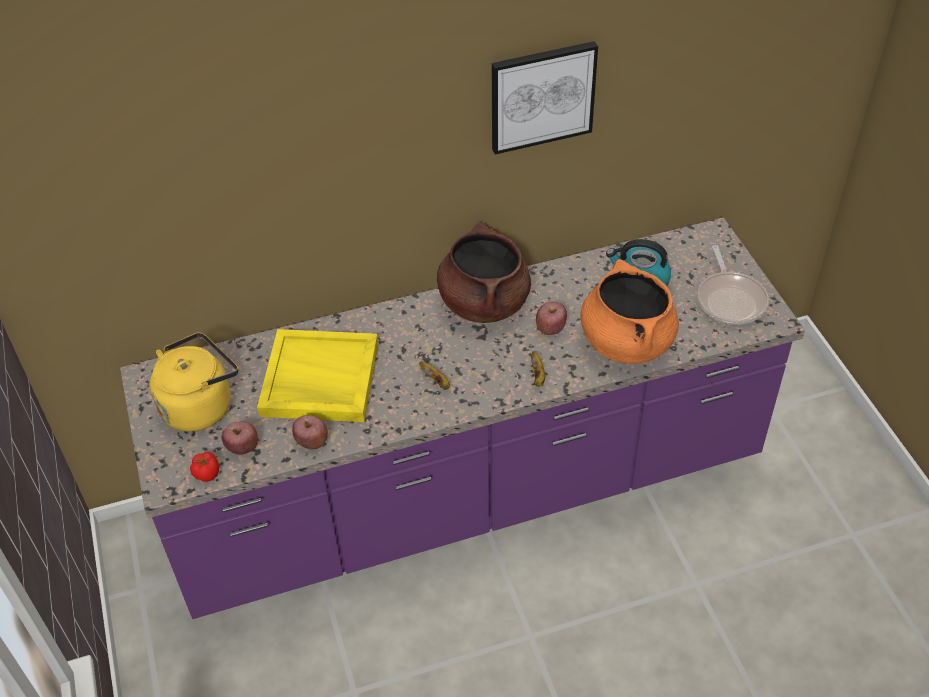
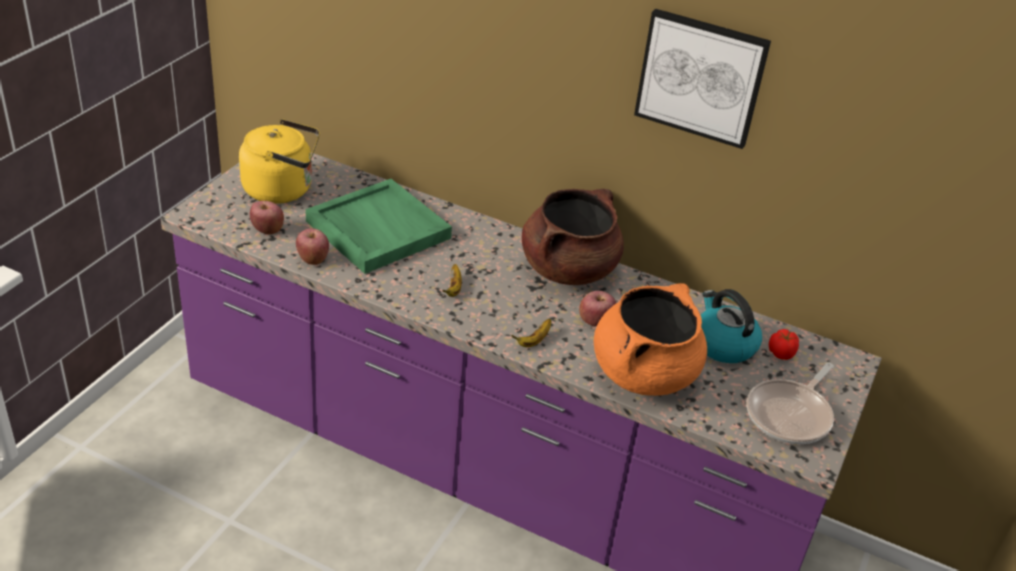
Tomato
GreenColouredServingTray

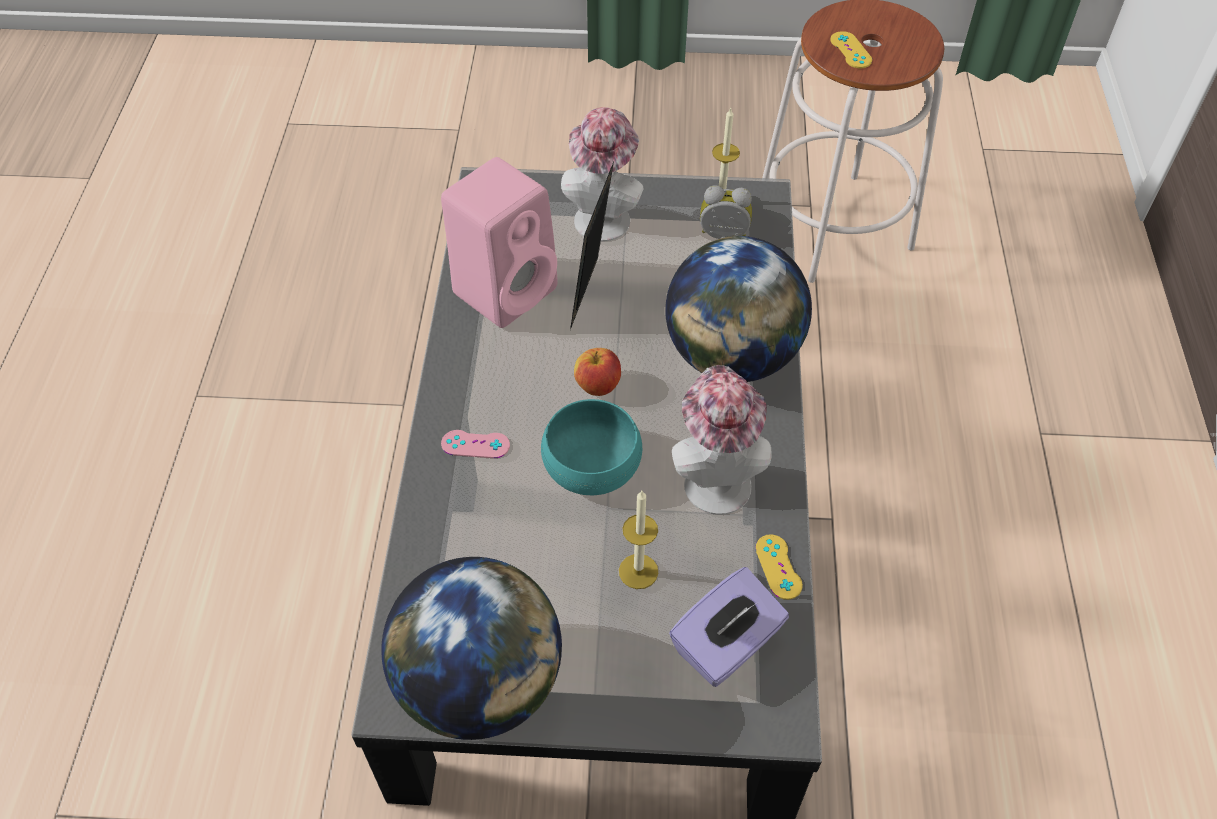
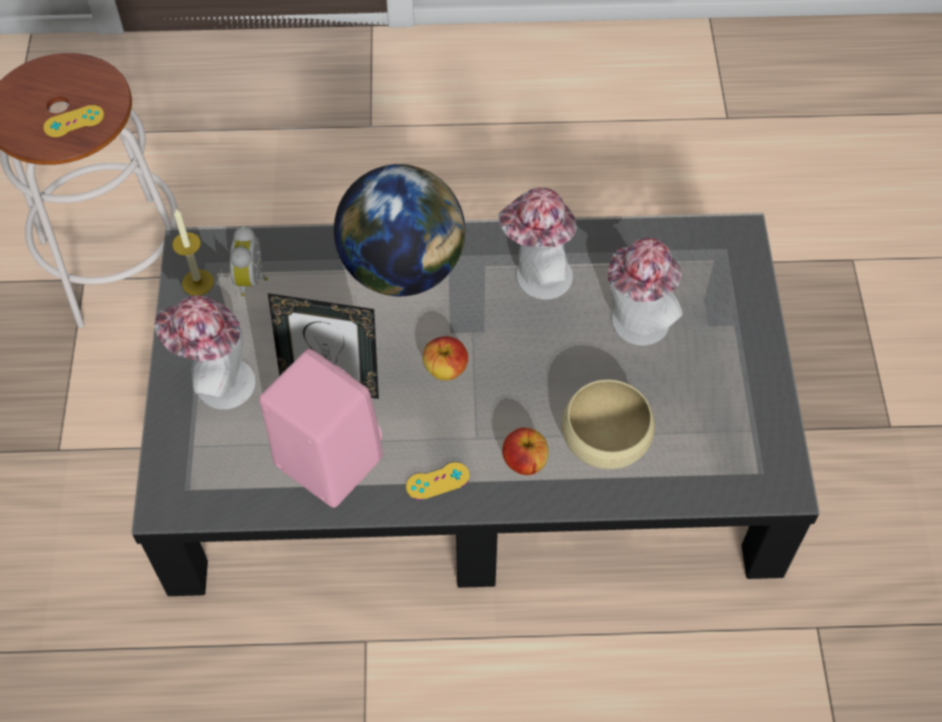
WorldGlobe (1st from left in the first image)
TurquoiseBowl
PurpleTissueBox
SandColouredBowl
YellowColouredGamepad (2nd from left)
Apple (2nd from left)
WearableHat (3rd from left)

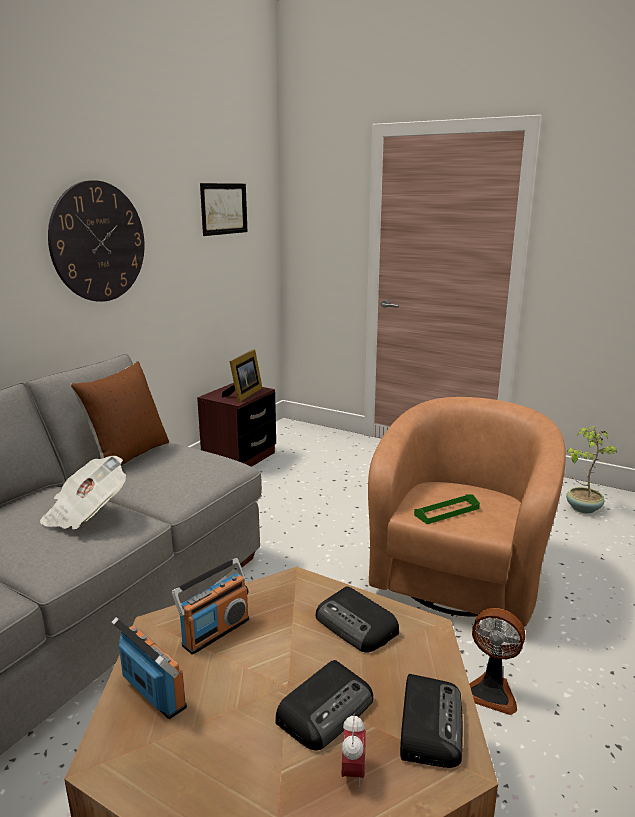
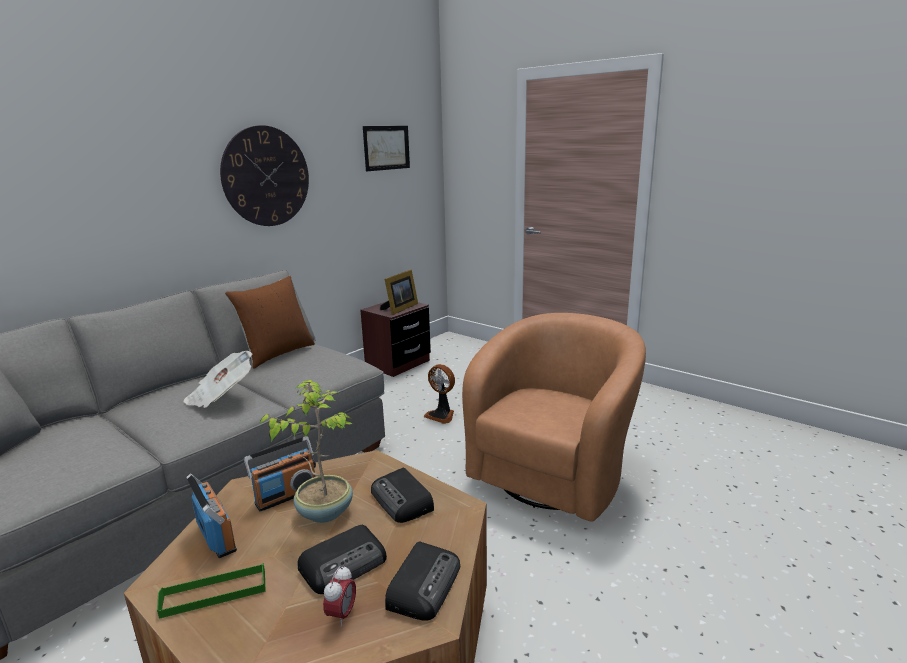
GreenColouredServingTray
Fan
PottedPlant

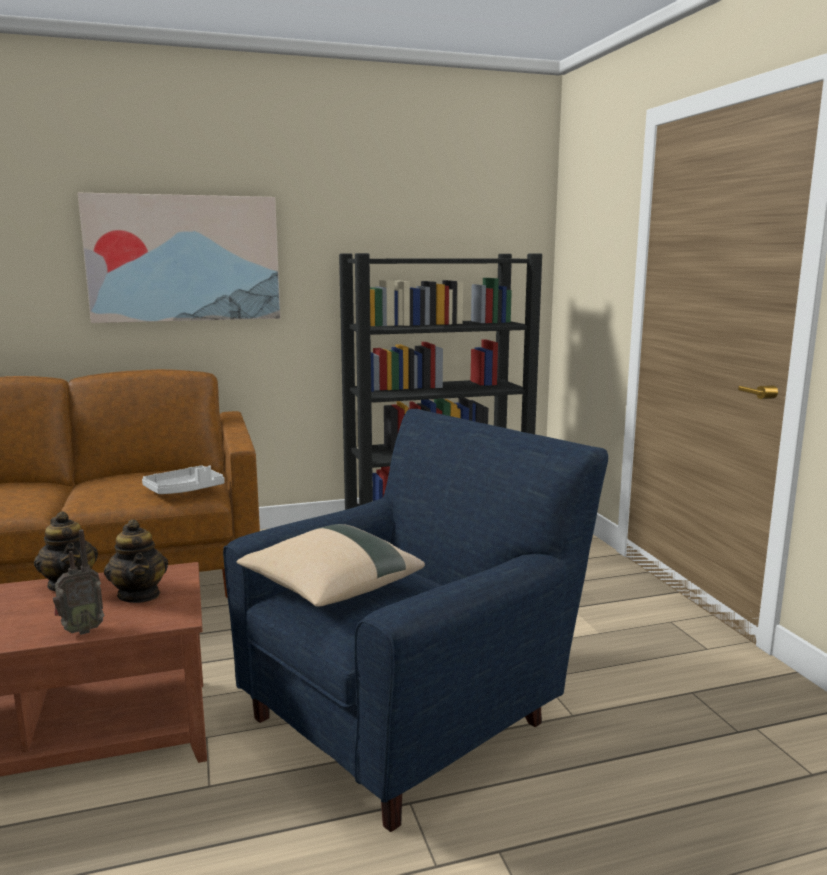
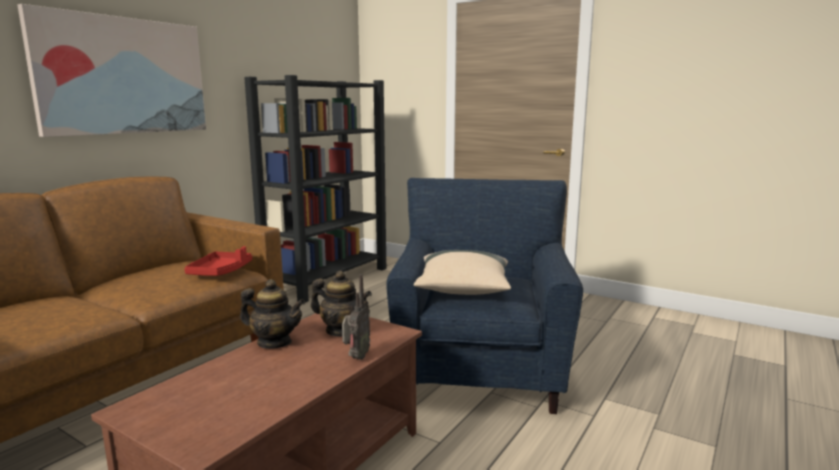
RedColouredServingTray

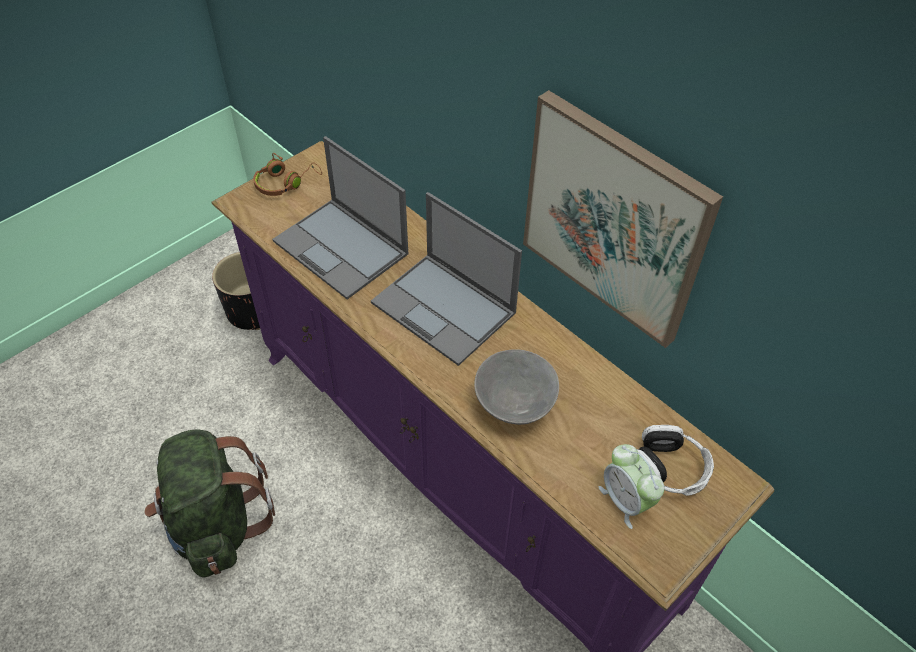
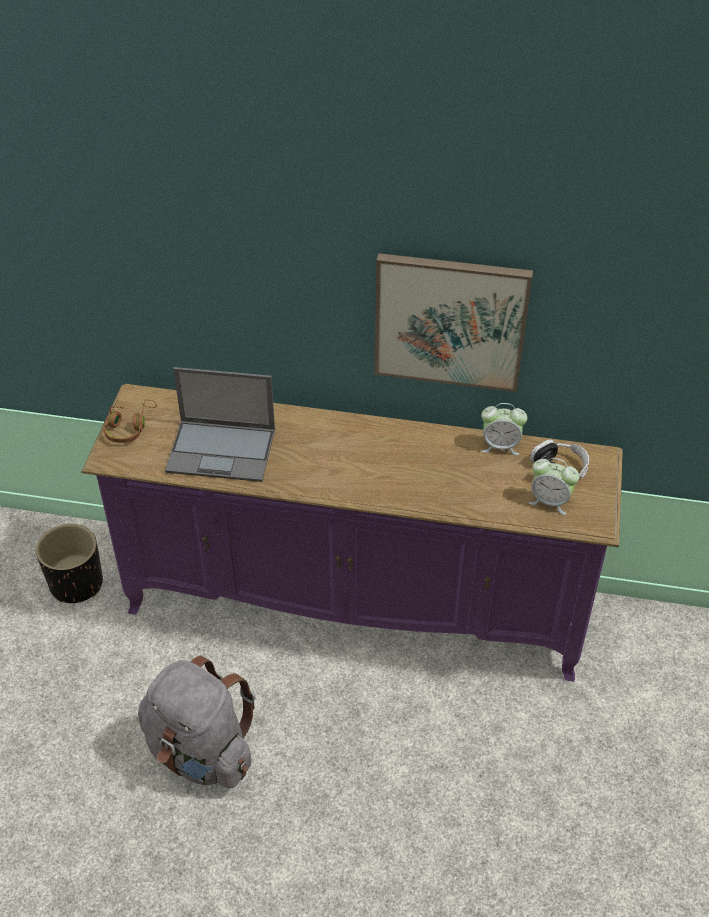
PortableComputer (2nd from left in the first image)
GreyishBowl
TableClock (1st from left)
GreyishKnapsack

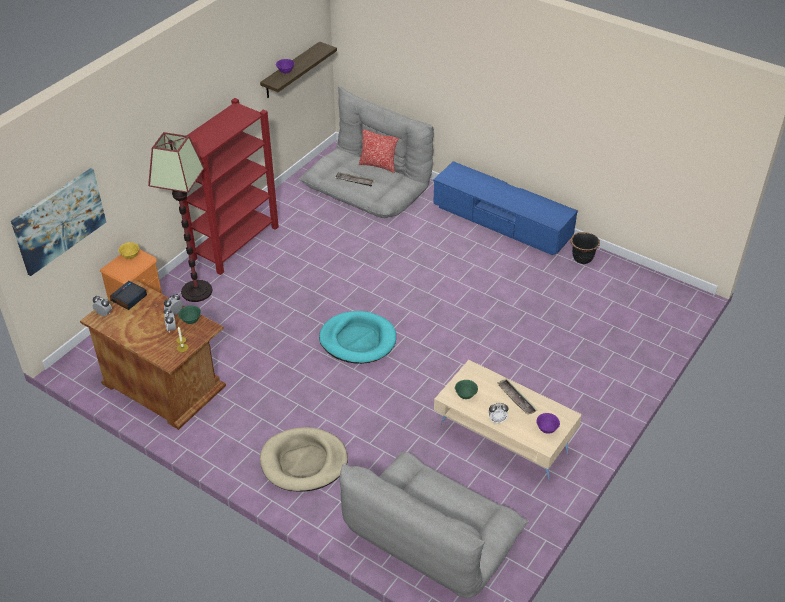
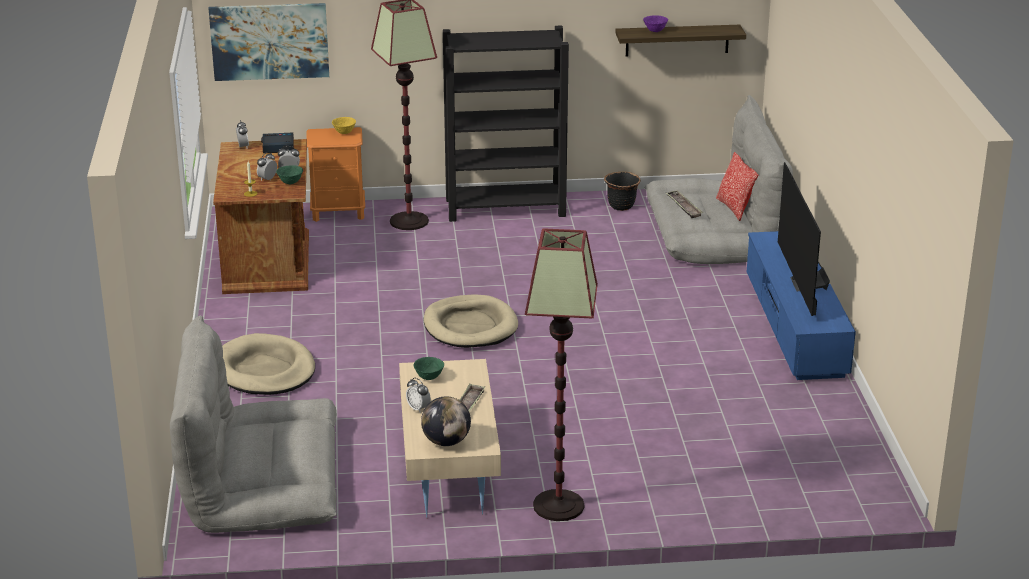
StandingLamp (2nd from left)
Tv
BlackColouredPlanter
WorldGlobe
BlackColouredShelvingUnit
SandColouredPetBed (2nd from left)

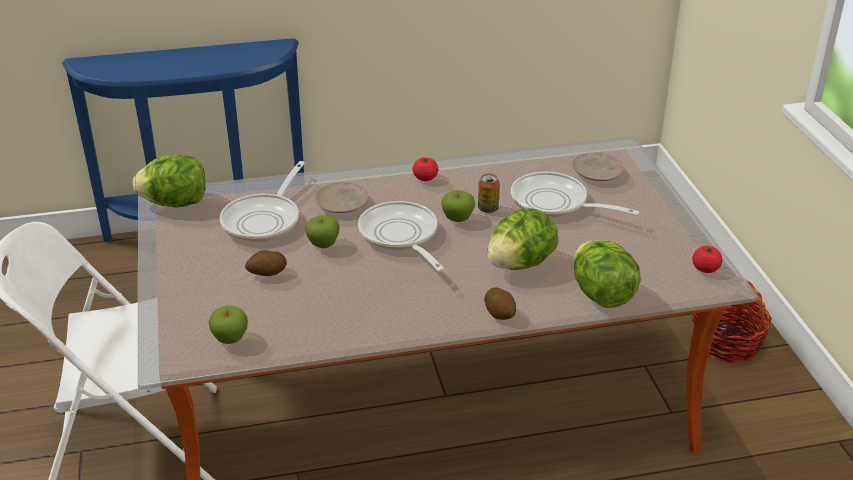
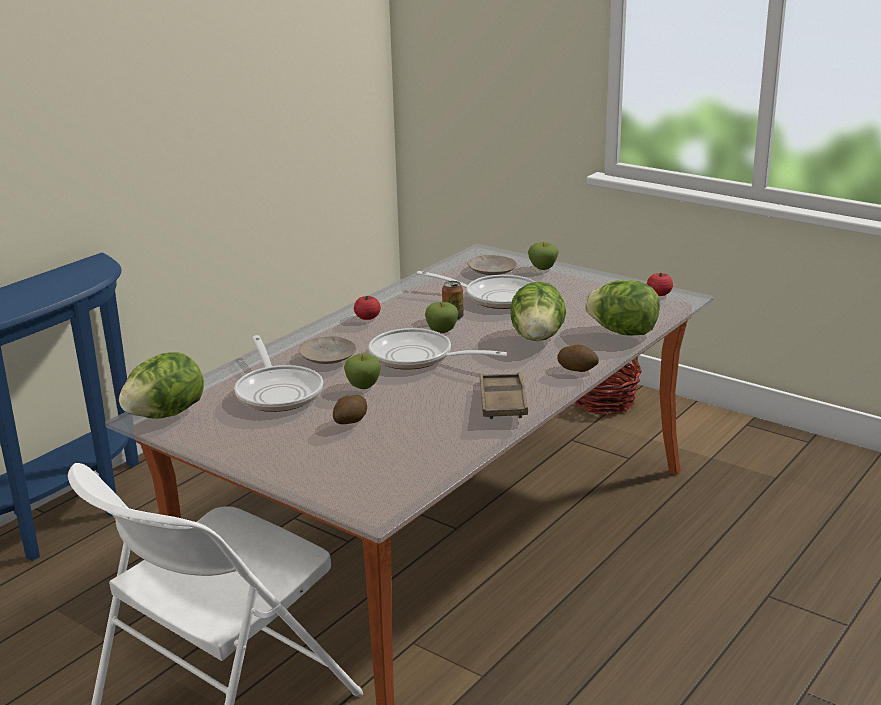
BrownColouredServingTray
Apple (3rd from left)
Skillet (3rd from left)

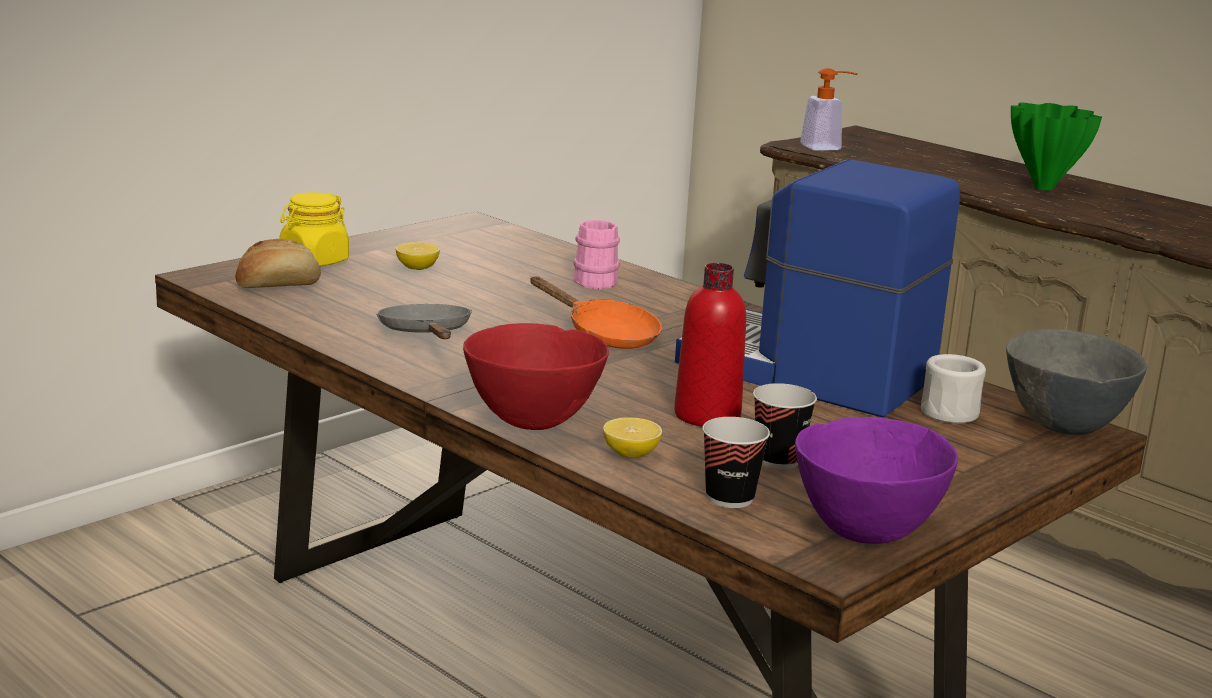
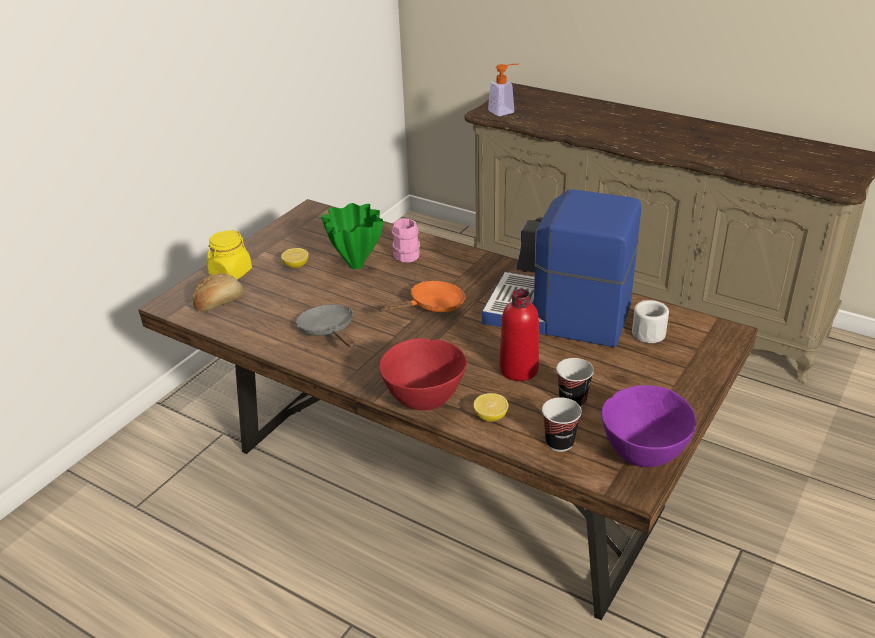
GreyishBowl
GreenColouredVase
OrangeColouredSkillet

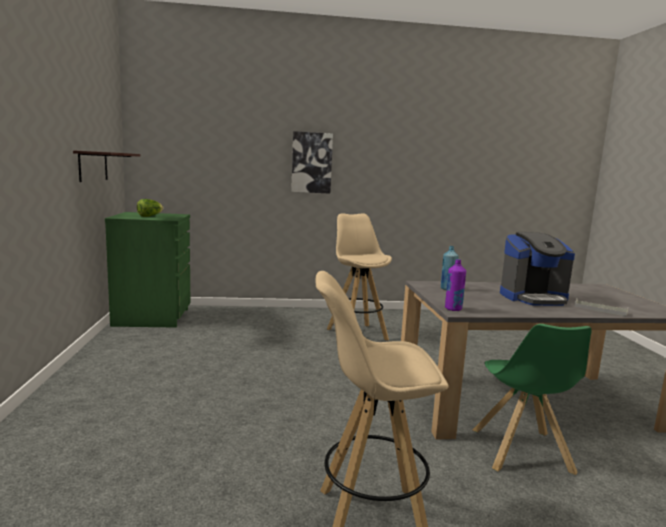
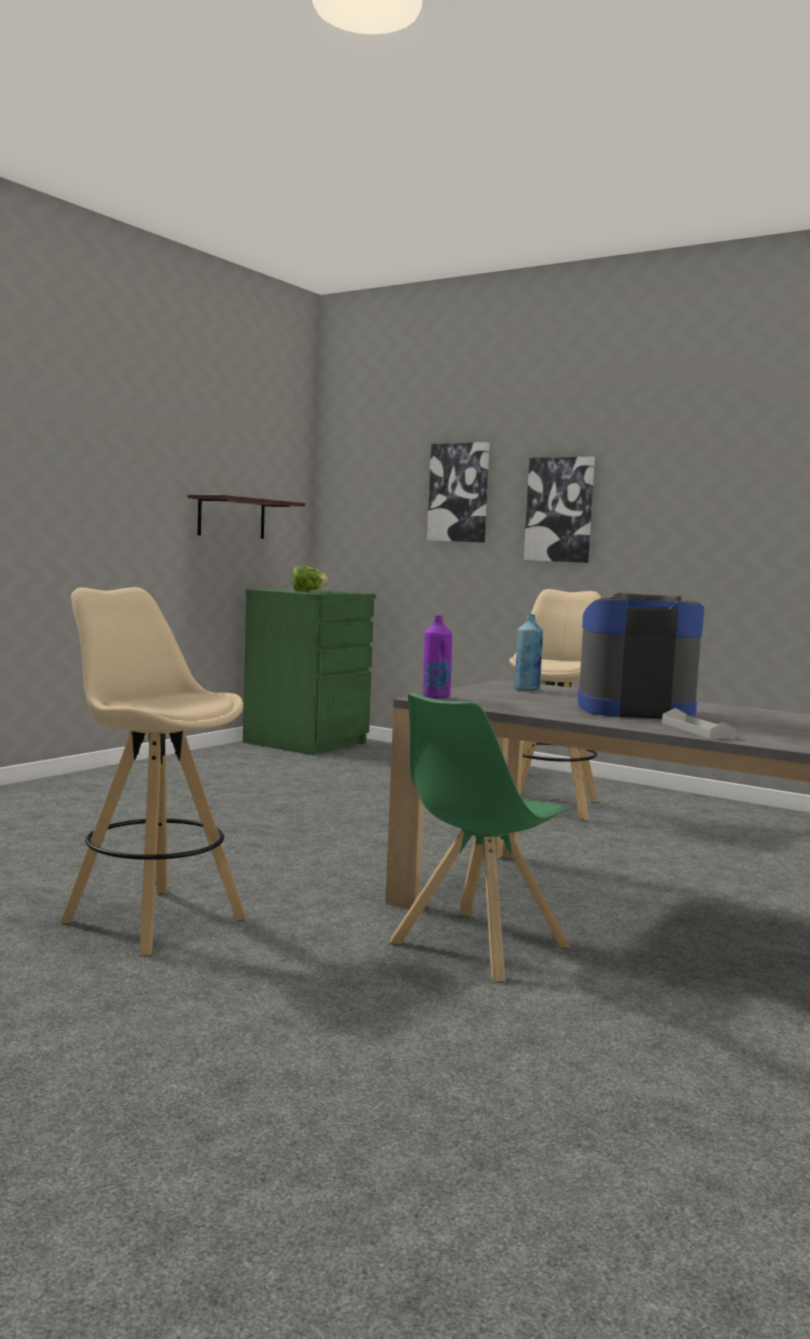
Picture (1st from left)
CoffeeBrewer

